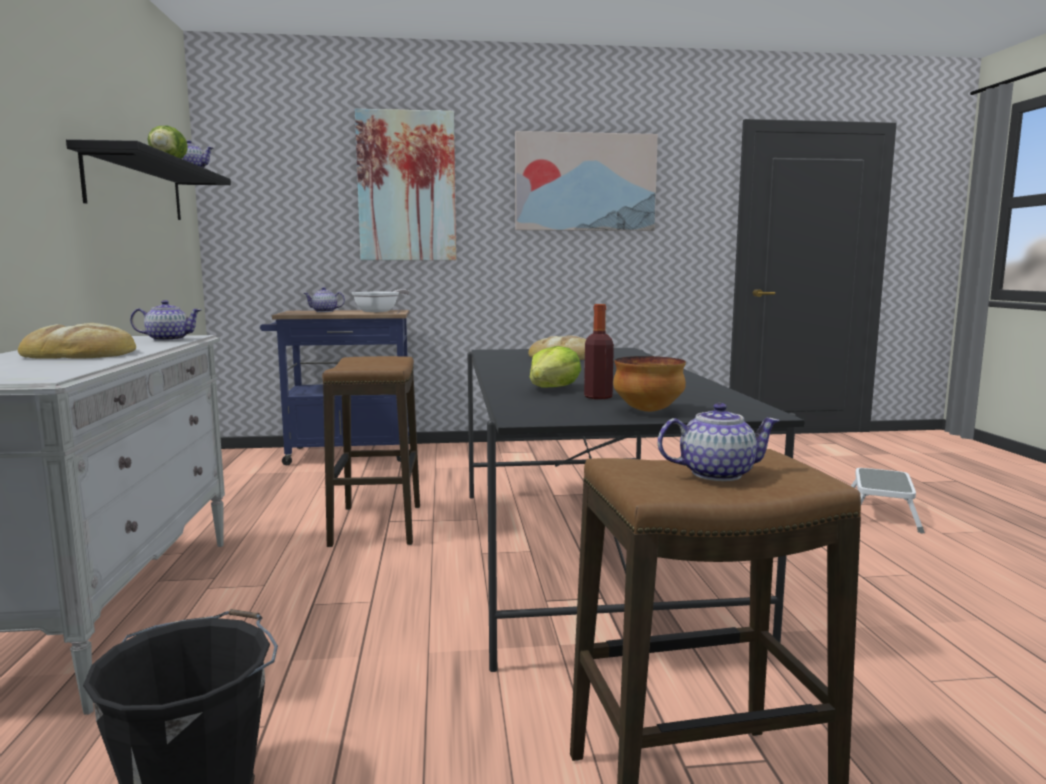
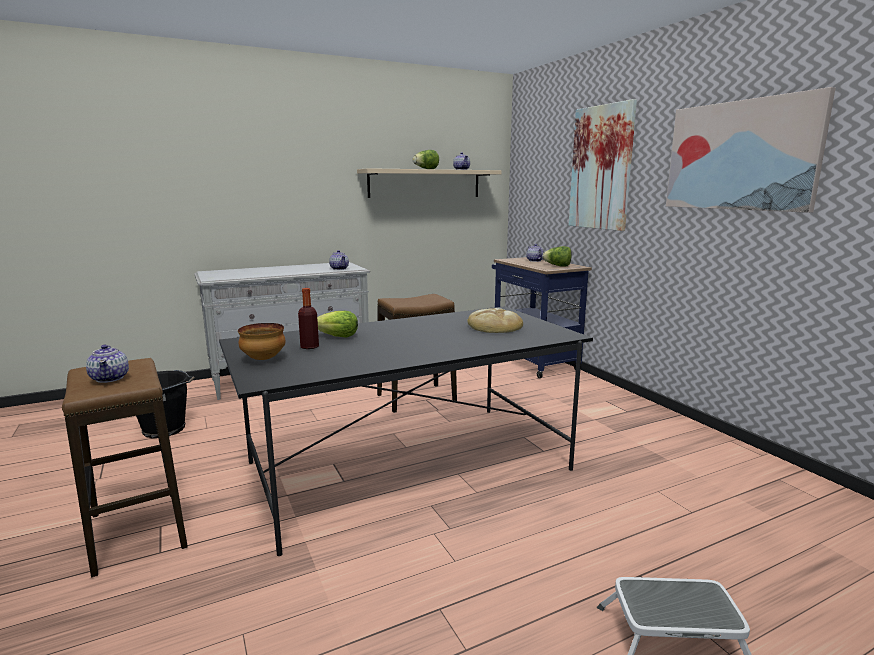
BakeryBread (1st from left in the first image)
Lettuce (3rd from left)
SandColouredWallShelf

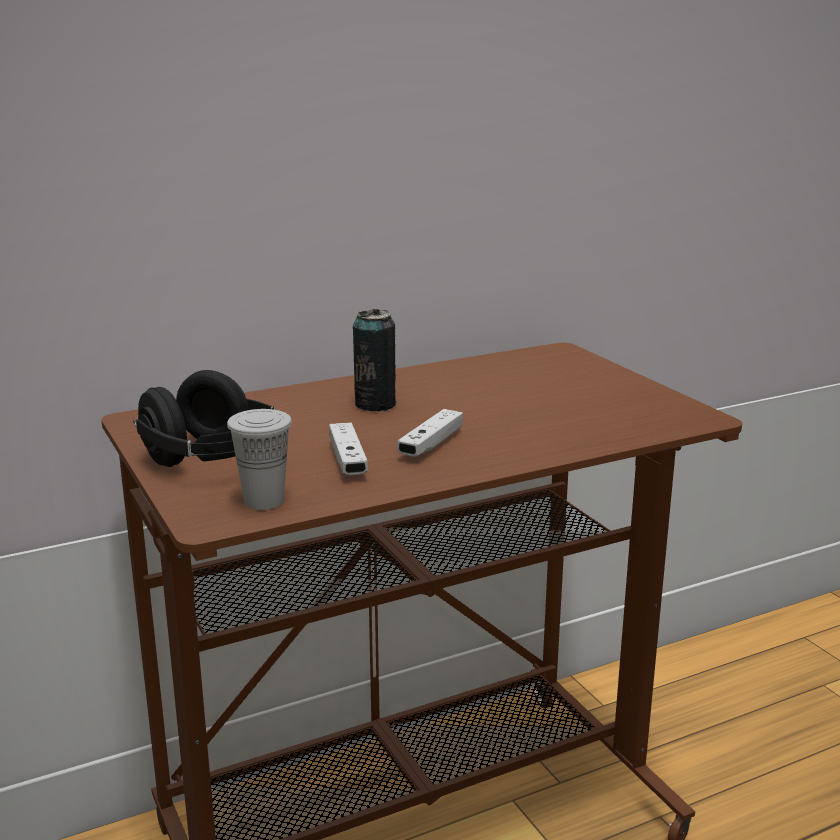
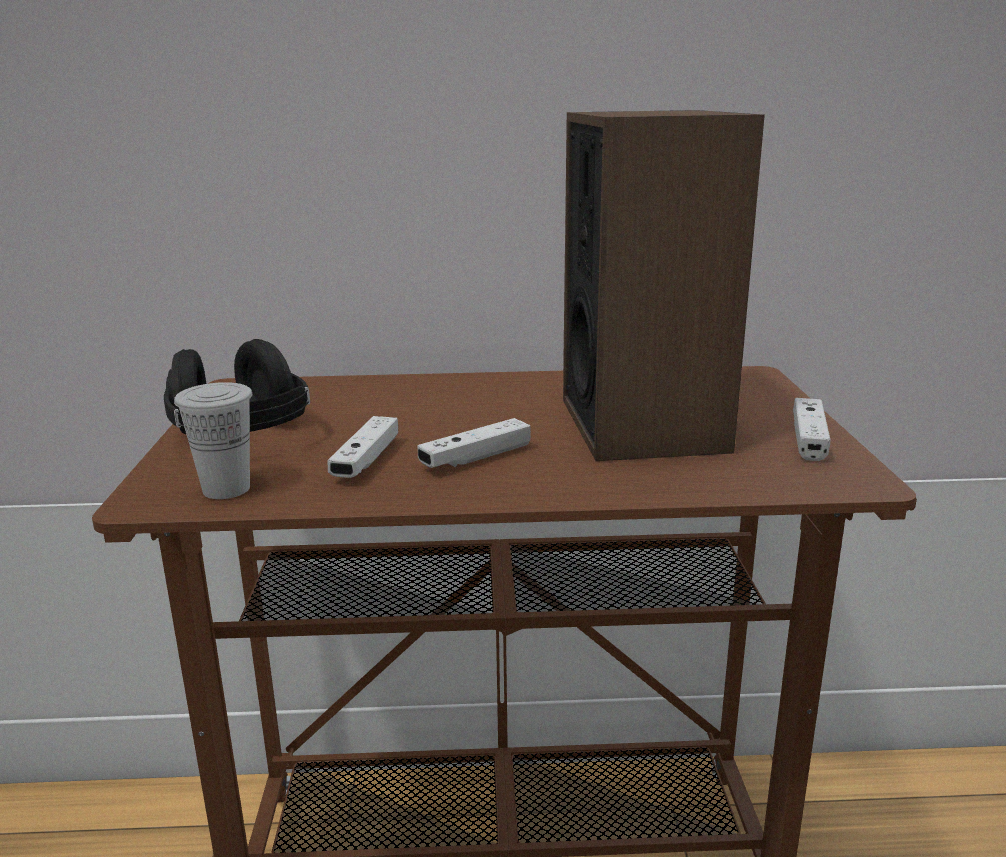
MetalCan
AudioSpeaker
WhiteColouredGamepad (3rd from left)

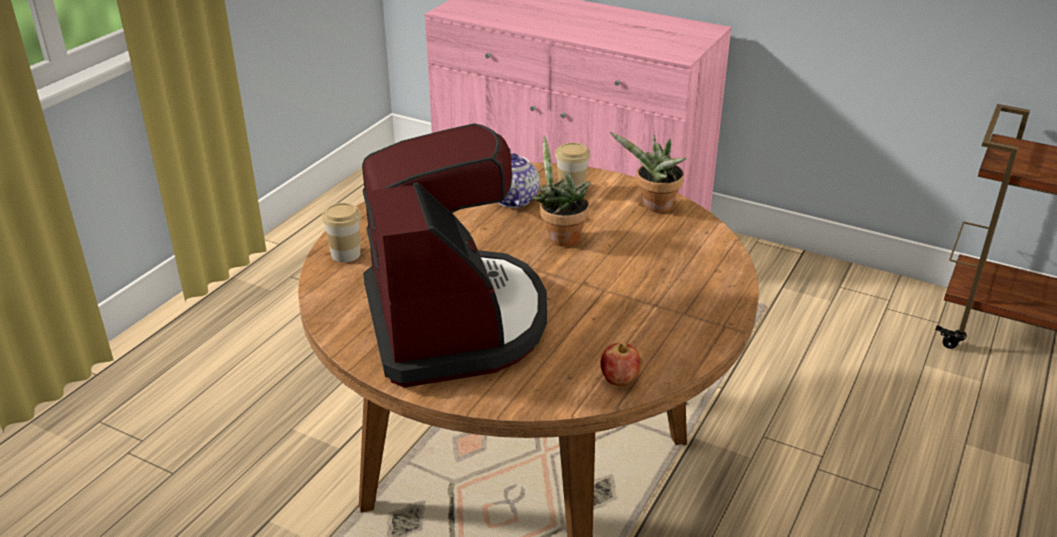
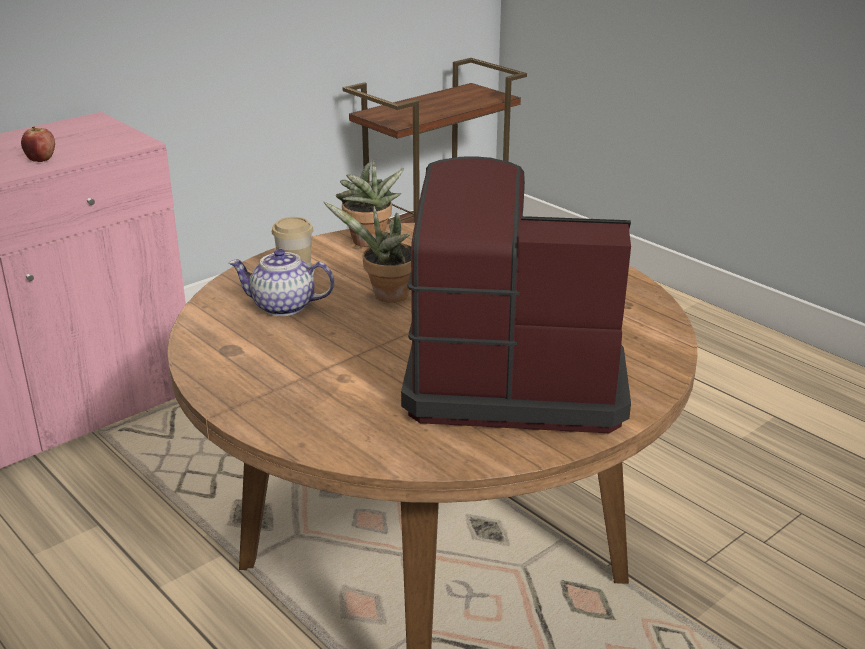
SmallCup (1st from left in the first image)
Apple

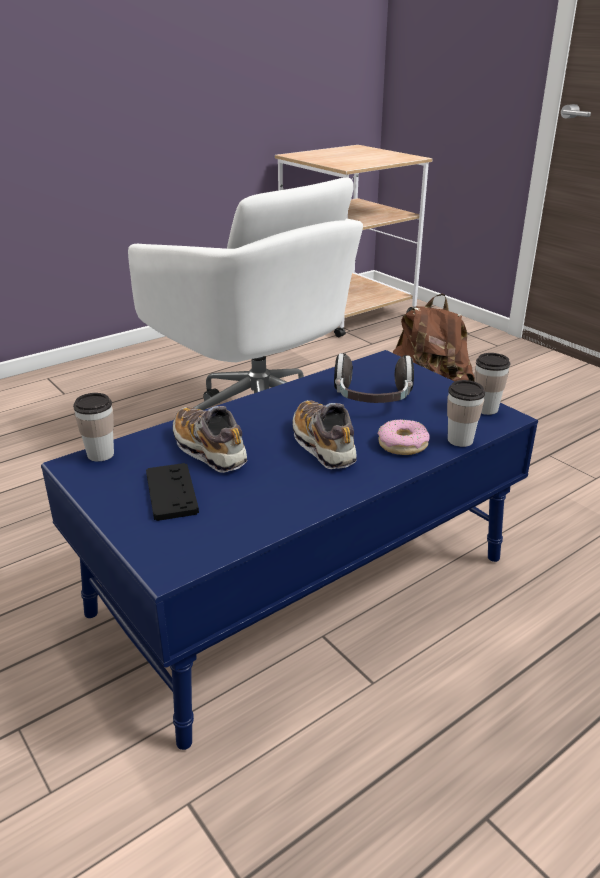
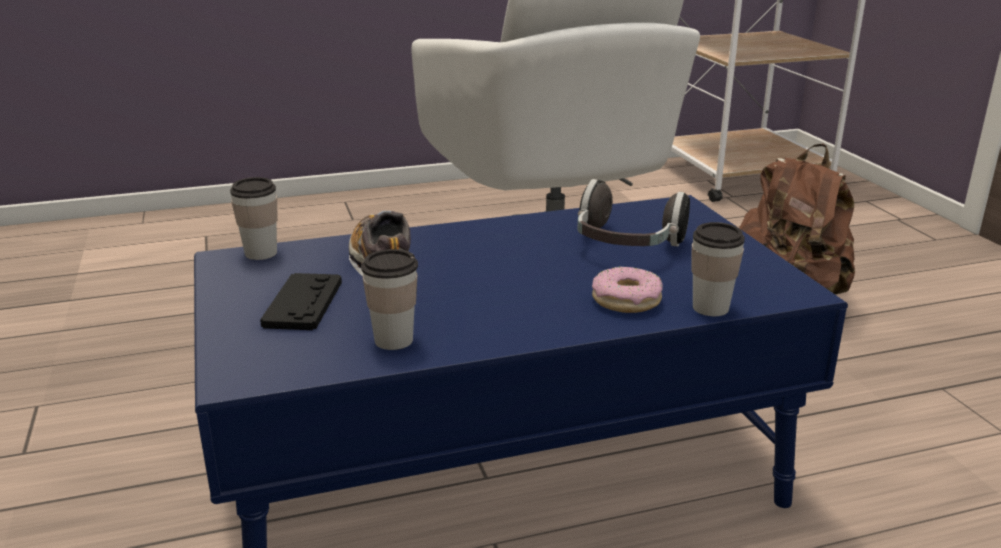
ItemOfFootwear (2nd from left in the first image)
SmallCup (2nd from left)

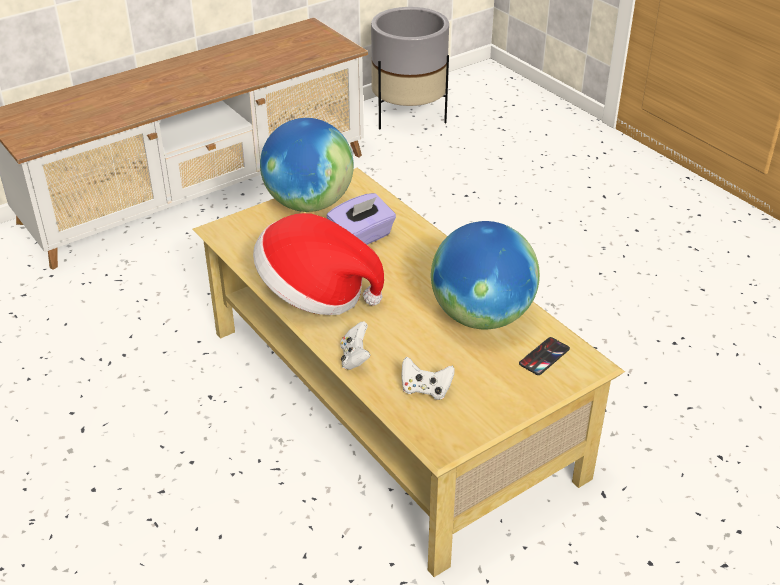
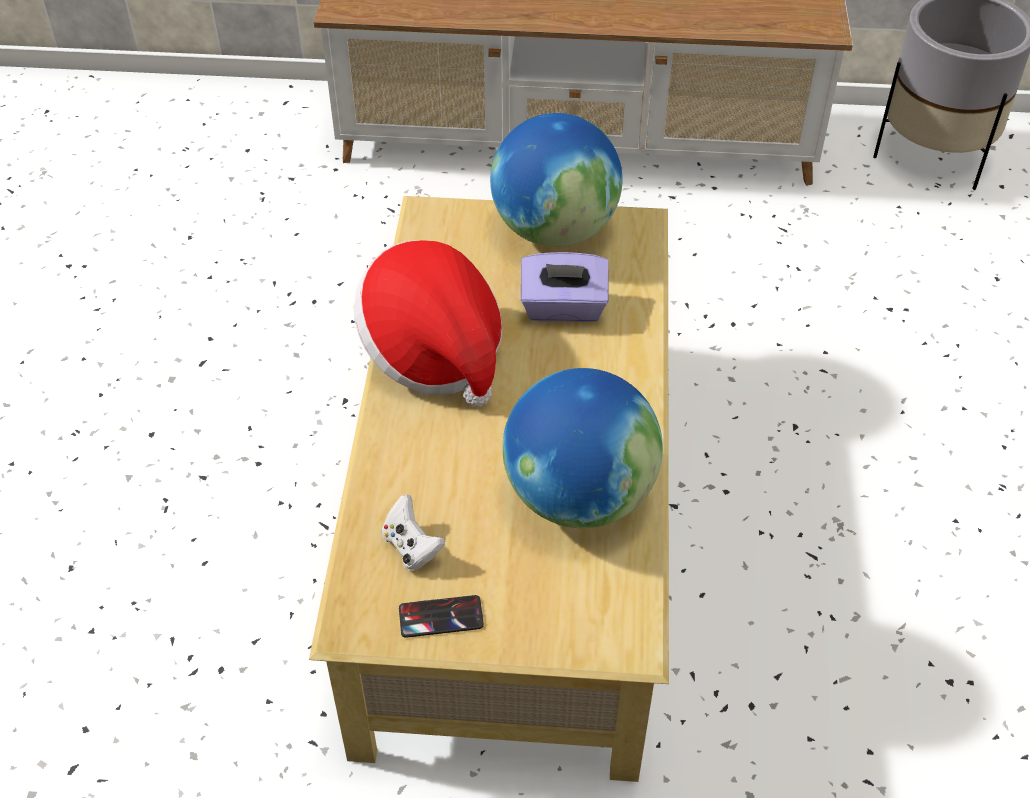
WhiteColouredGamepad (1st from left in the first image)
Phone

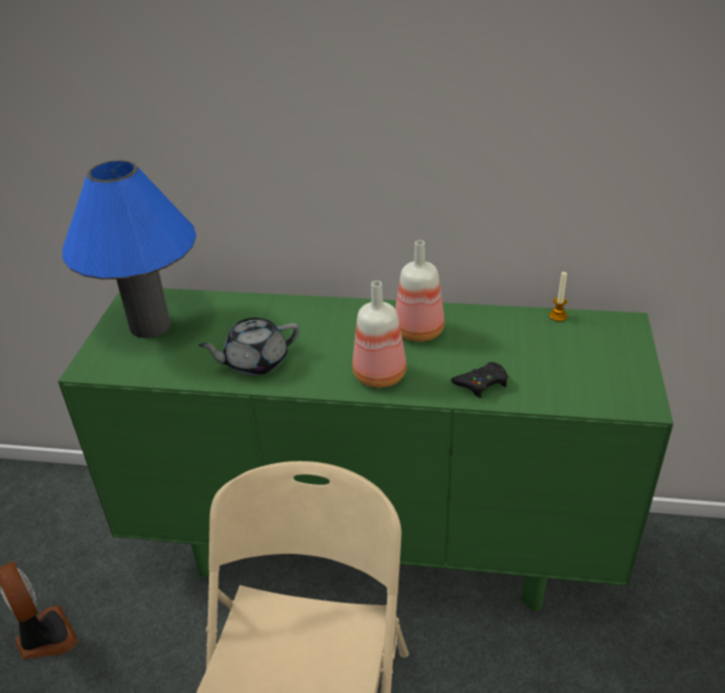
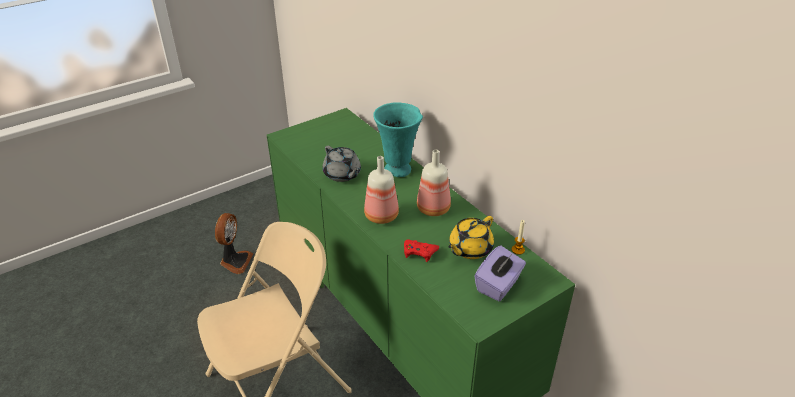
BluishTableLamp
TurquoiseVase
YellowColouredPotForTea
PurpleTissueBox
RedColouredGamepad
GreyishPotForTea

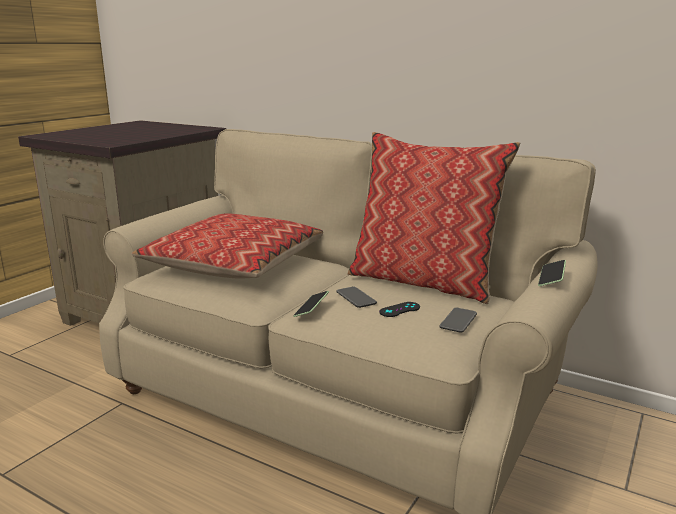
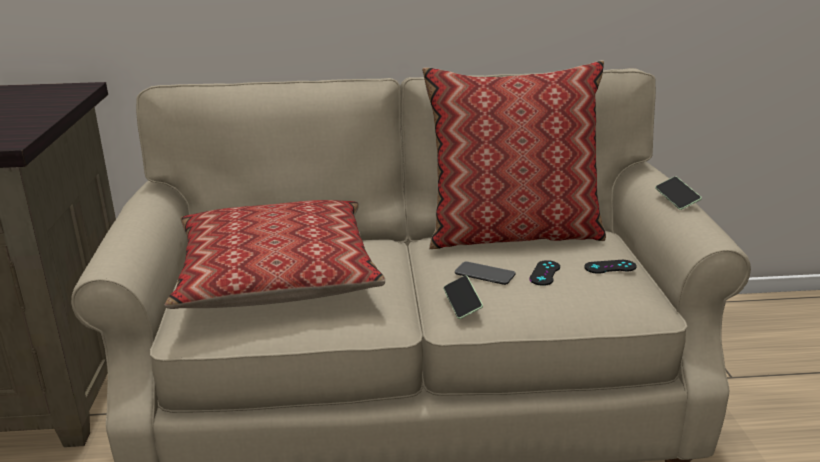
BlackColouredGamepad (2nd from left)

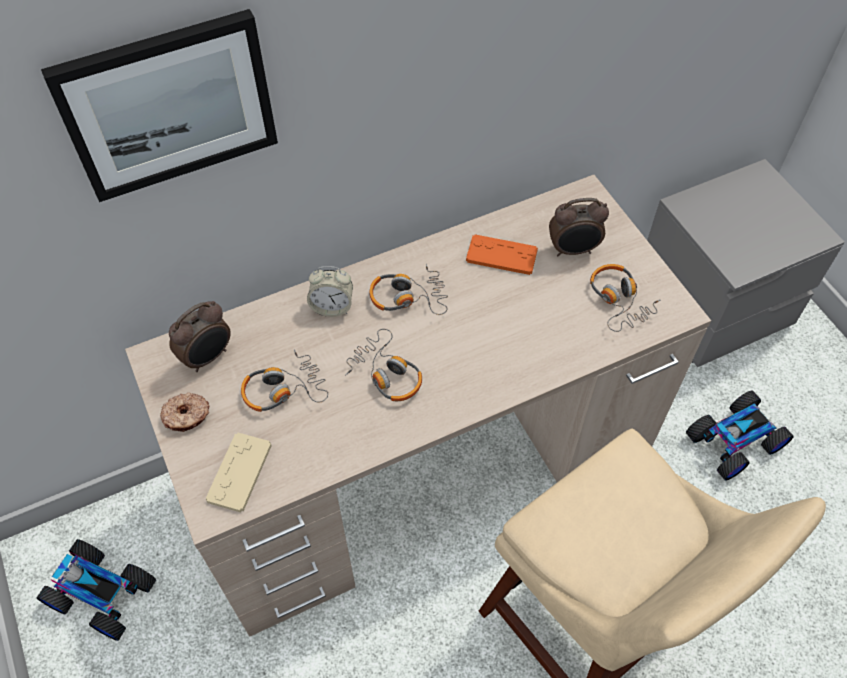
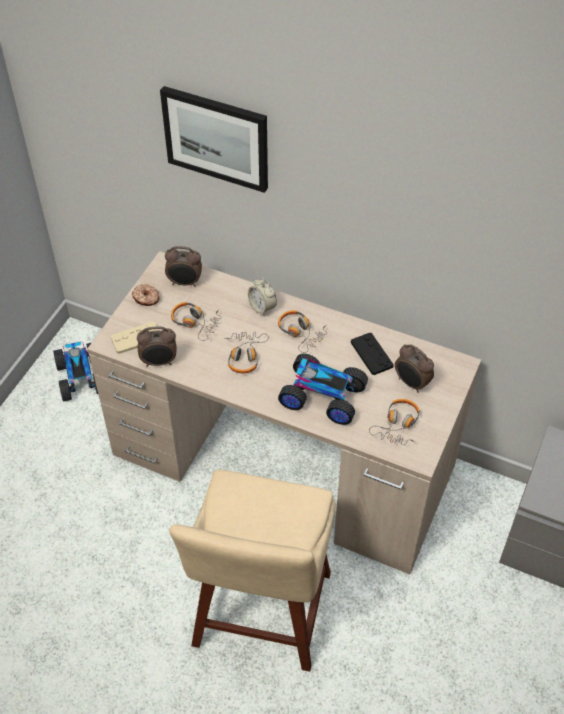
TableClock (1st from left)
MiniatureCar (2nd from left)
BlackColouredGamepad

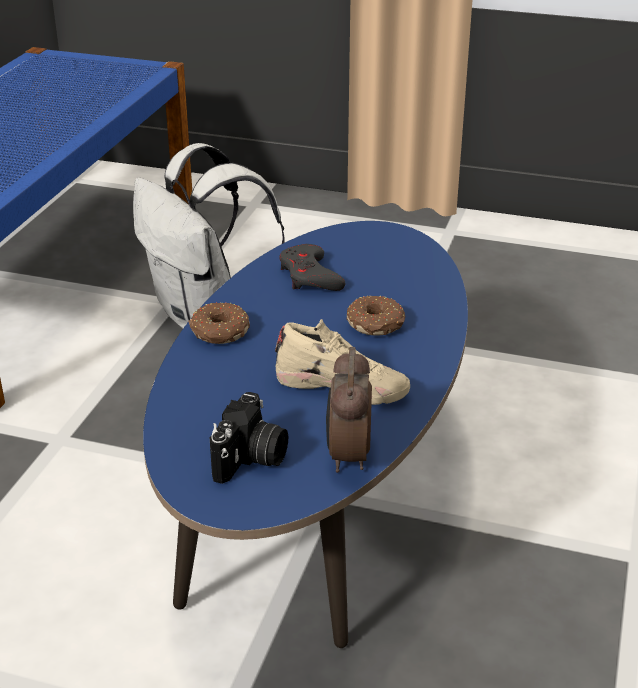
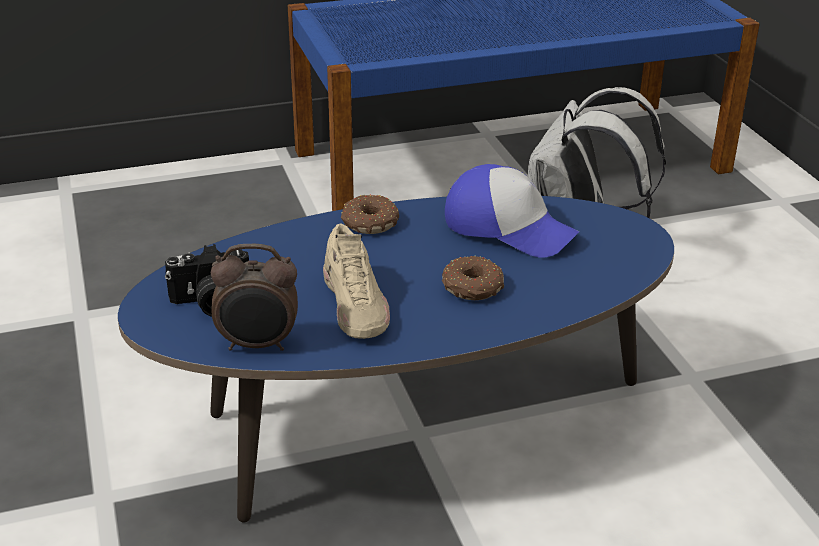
BaseballCap
TableClock

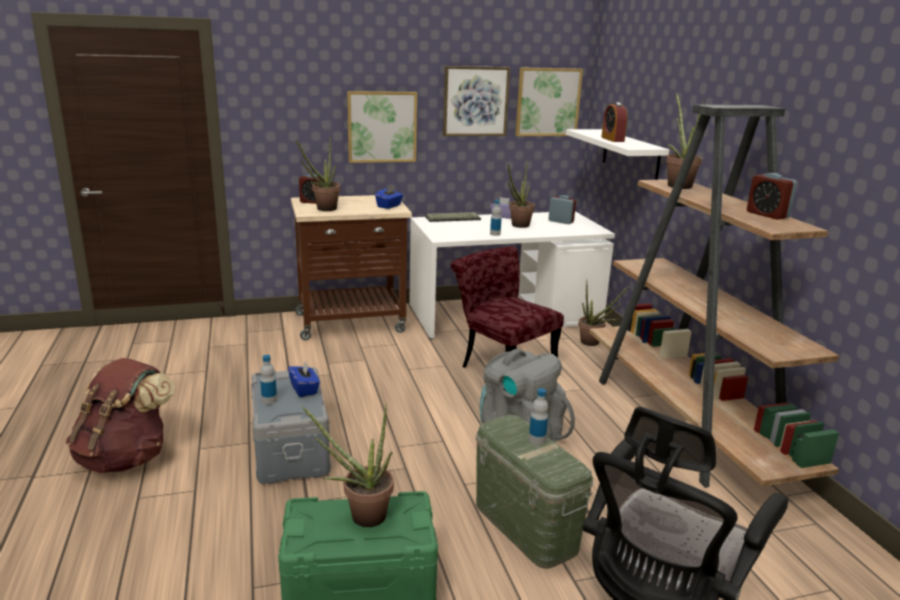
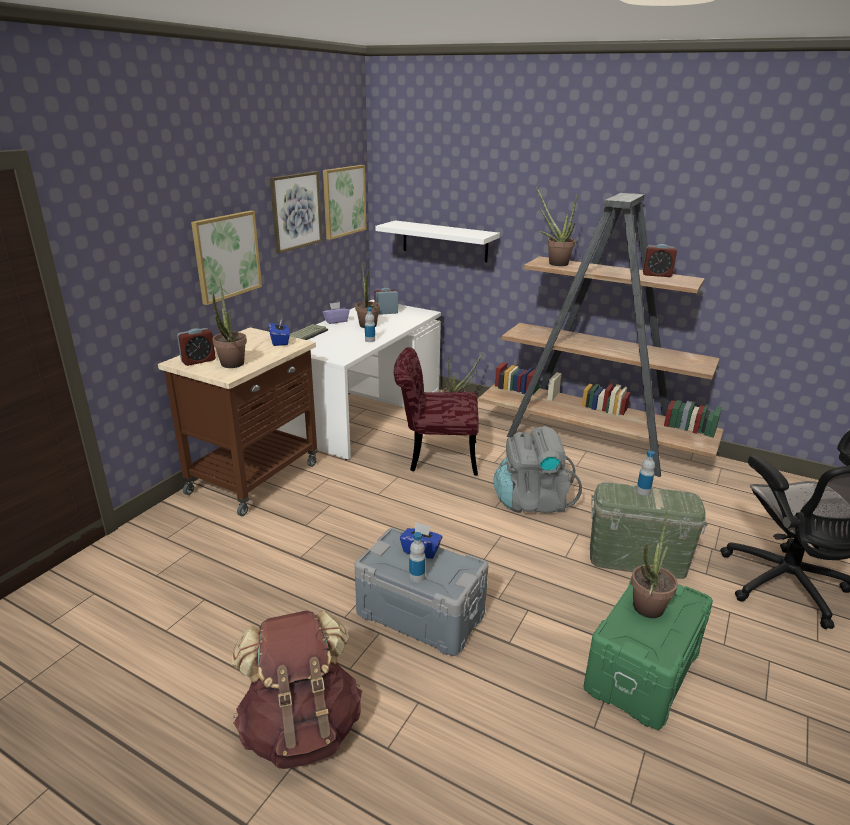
TableClock (3rd from left in the first image)

